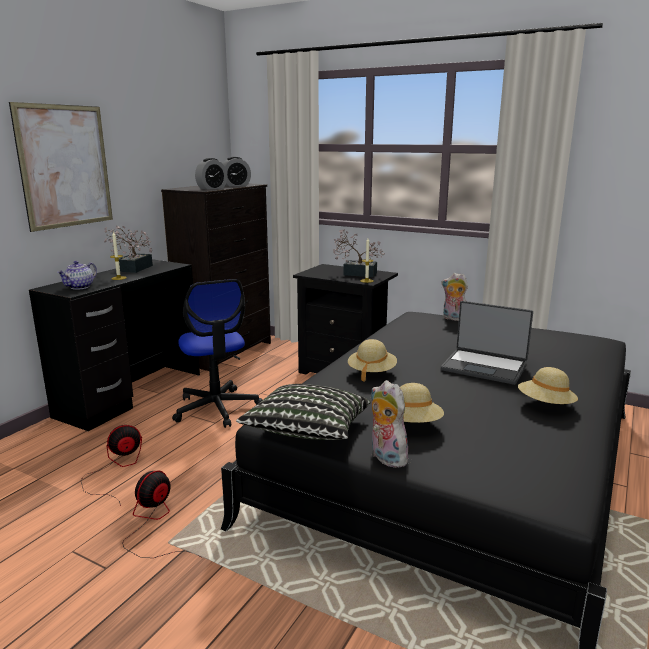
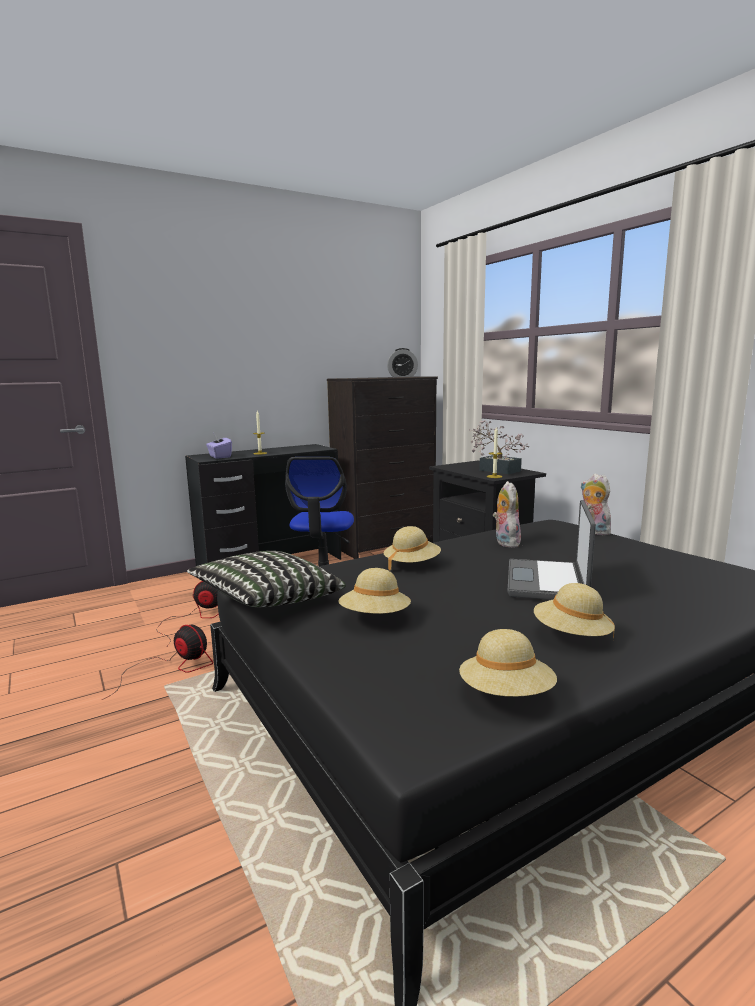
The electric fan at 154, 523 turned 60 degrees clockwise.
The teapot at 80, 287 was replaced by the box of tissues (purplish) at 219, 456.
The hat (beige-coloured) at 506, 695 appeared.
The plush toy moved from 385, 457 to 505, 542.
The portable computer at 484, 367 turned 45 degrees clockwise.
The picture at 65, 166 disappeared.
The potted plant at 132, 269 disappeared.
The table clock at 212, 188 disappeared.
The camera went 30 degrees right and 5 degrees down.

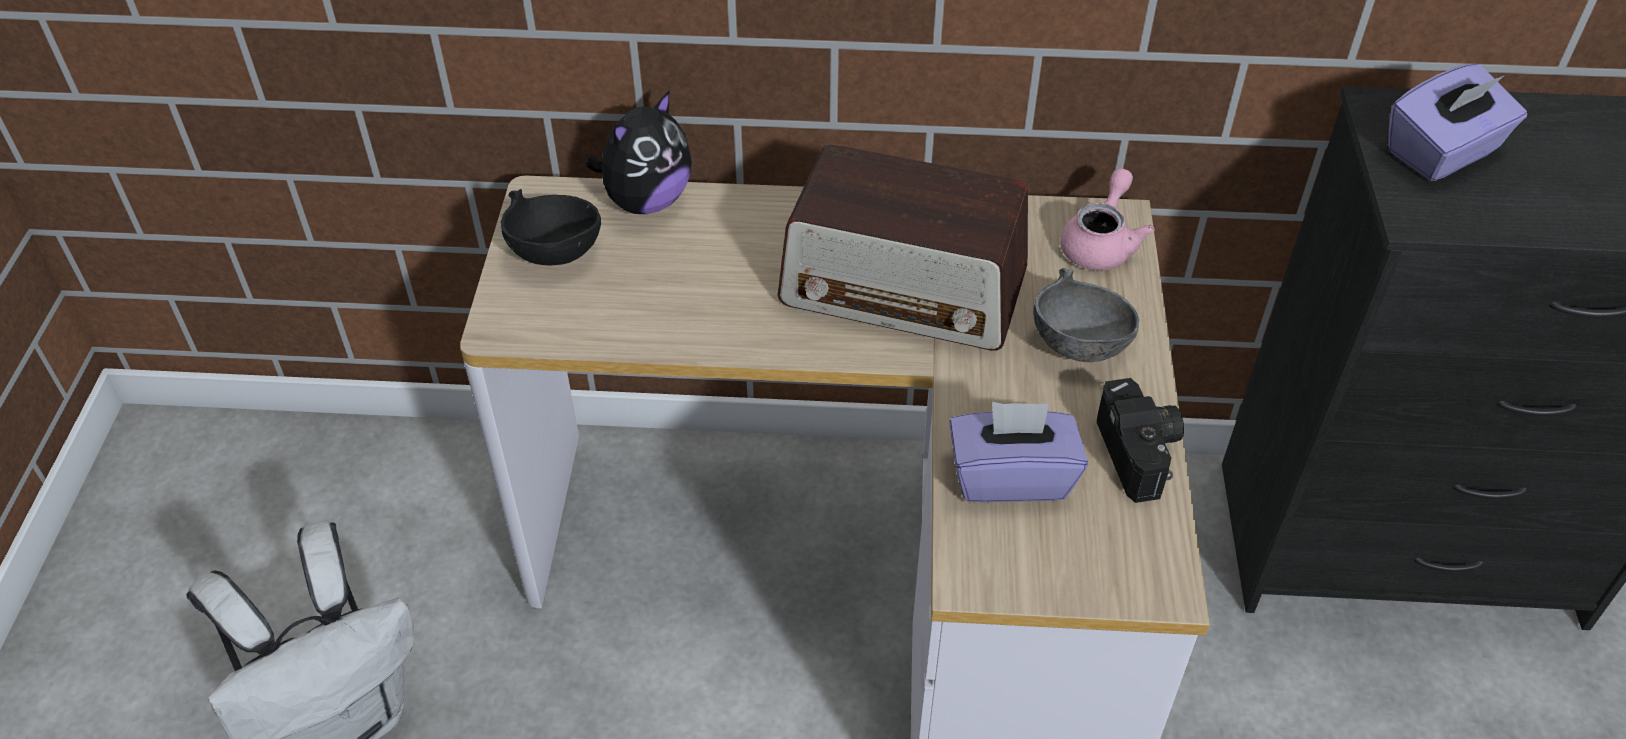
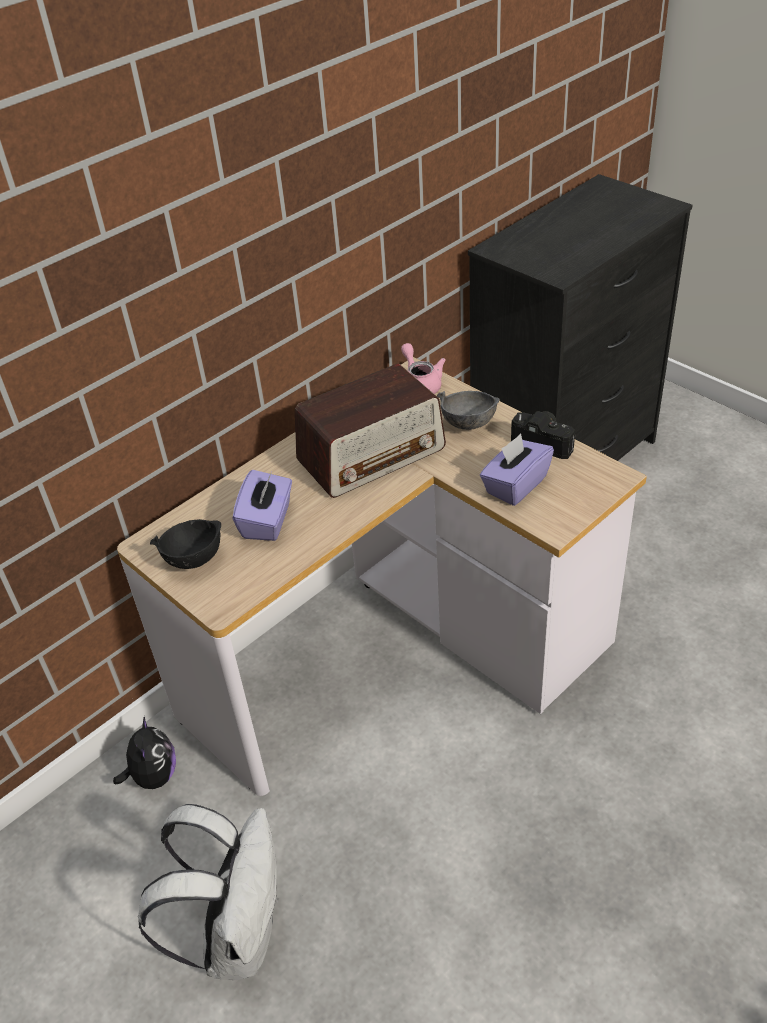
The plush toy moved from 646, 200 to 153, 776.
The box of tissues (purplish) moved from 1443, 152 to 267, 521.
The camera went 45 degrees left and 5 degrees down.

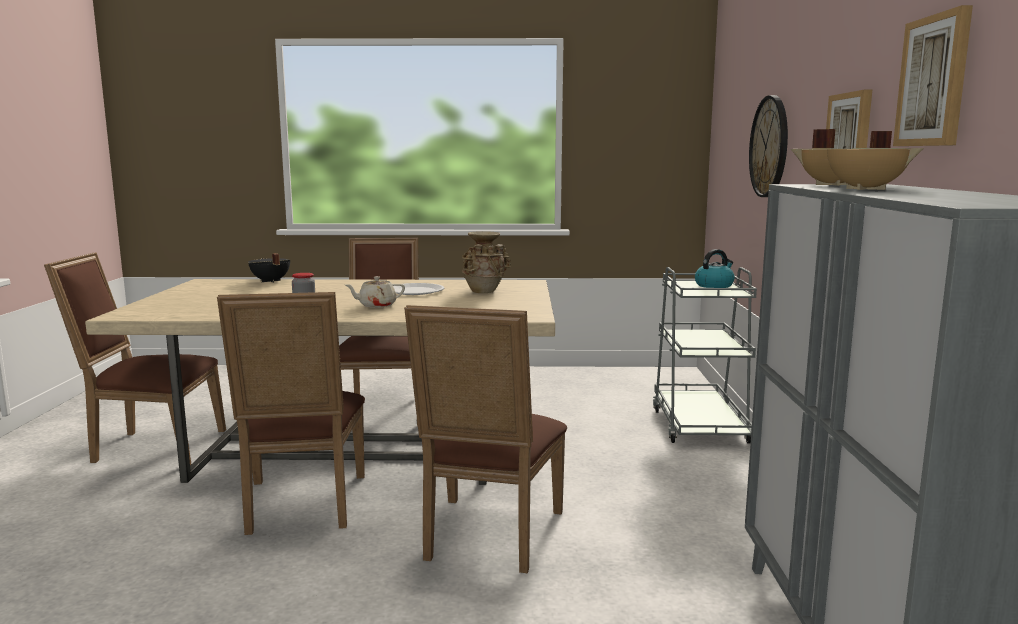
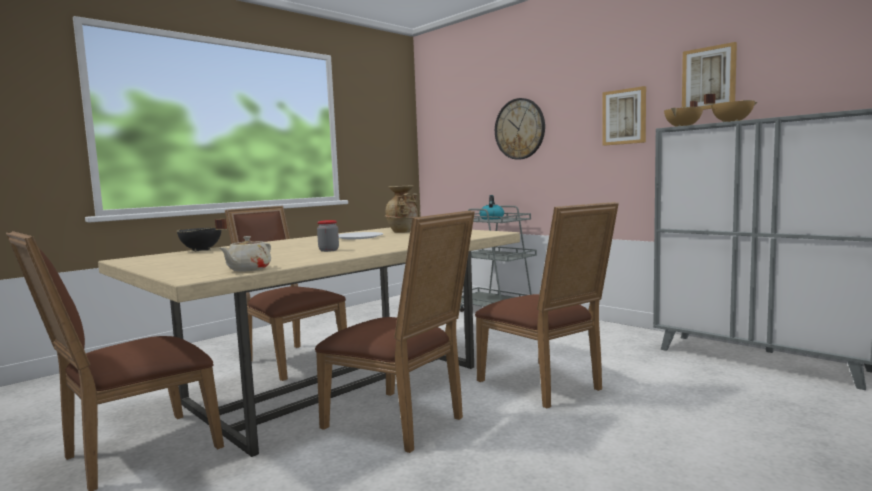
The teapot (beige-coloured) moved from 376, 305 to 248, 269.
The camera went 45 degrees left and 5 degrees down.

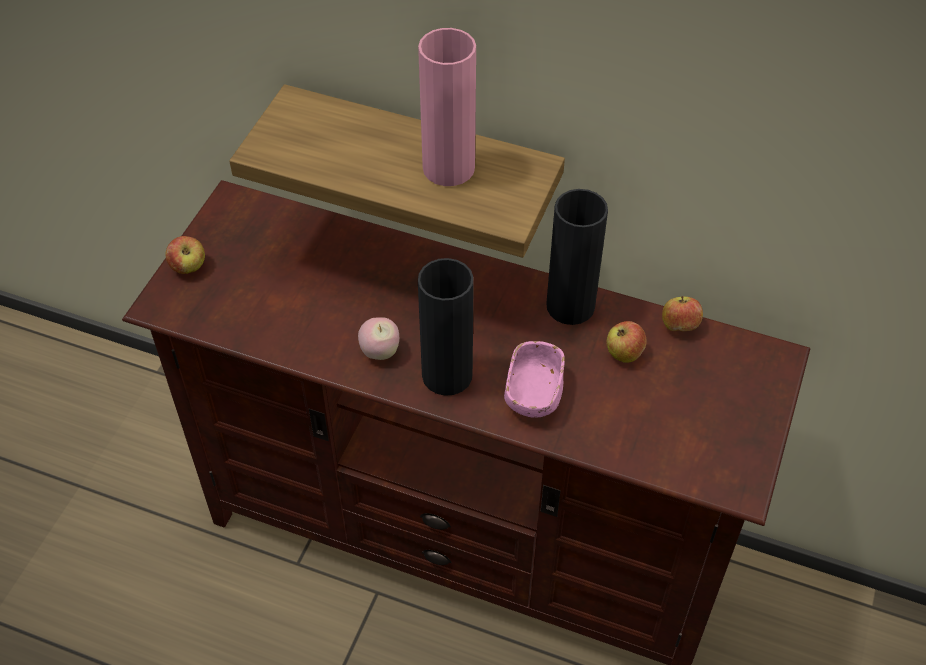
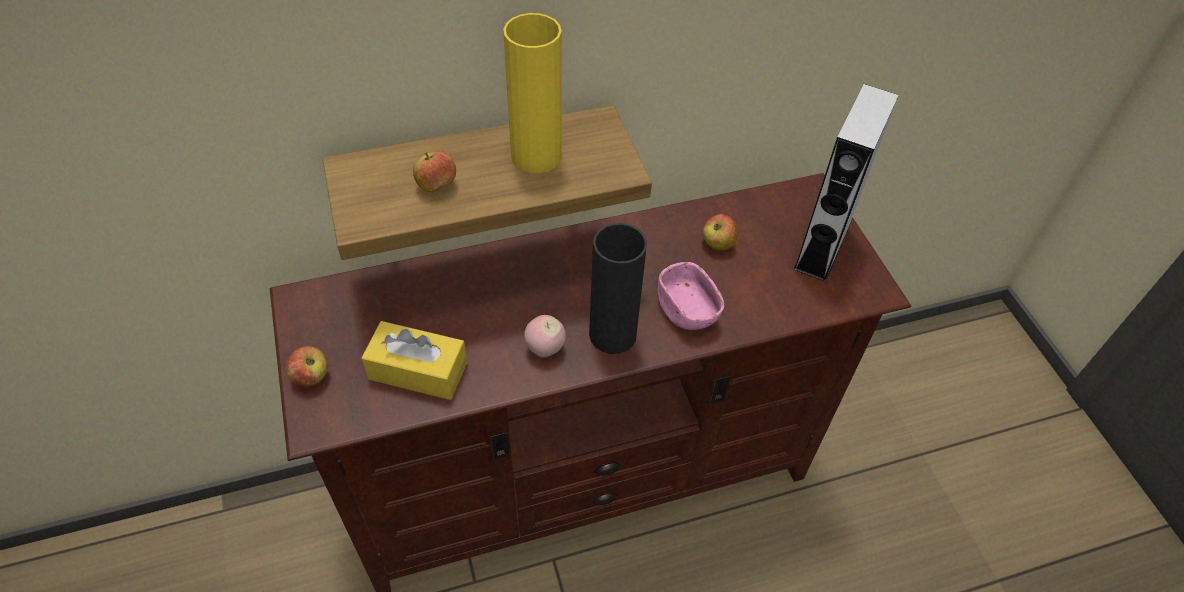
The box of tissues (yellow-coloured) at 418, 371 appeared.
The whole apple moved from 679, 326 to 436, 185.
The vase (pink) at 448, 168 became the vase (yellow-coloured) at 536, 156.
The audio speaker (greyish) at 821, 247 appeared.
The vase (black-coloured) at 570, 306 disappeared.
The camera went 40 degrees left and 0 degrees up.

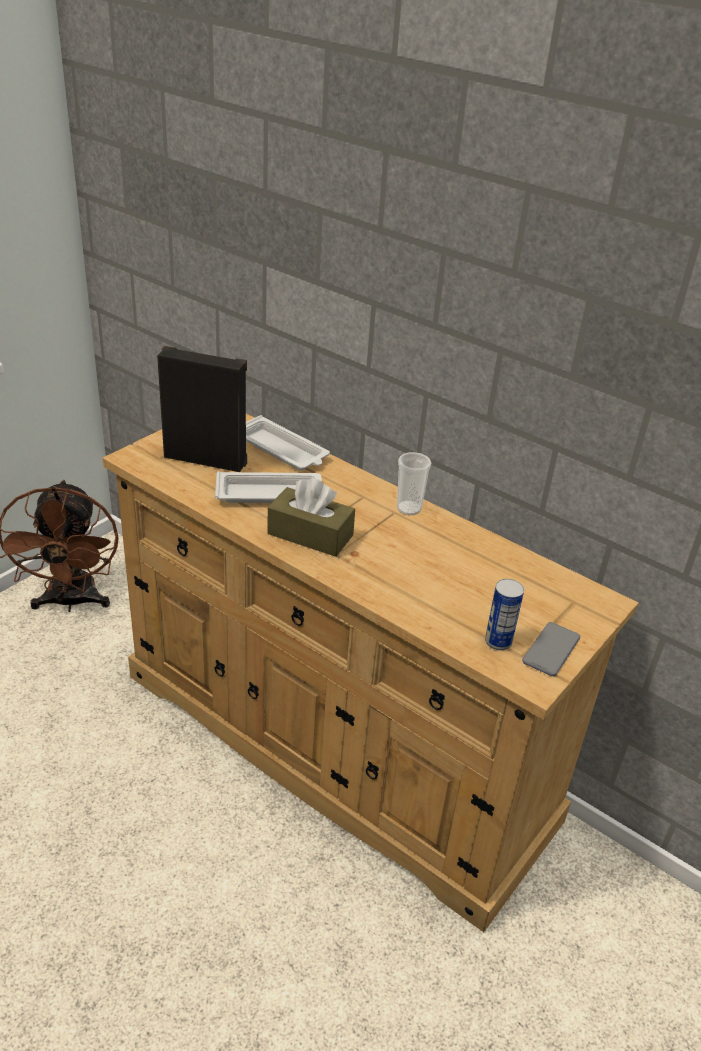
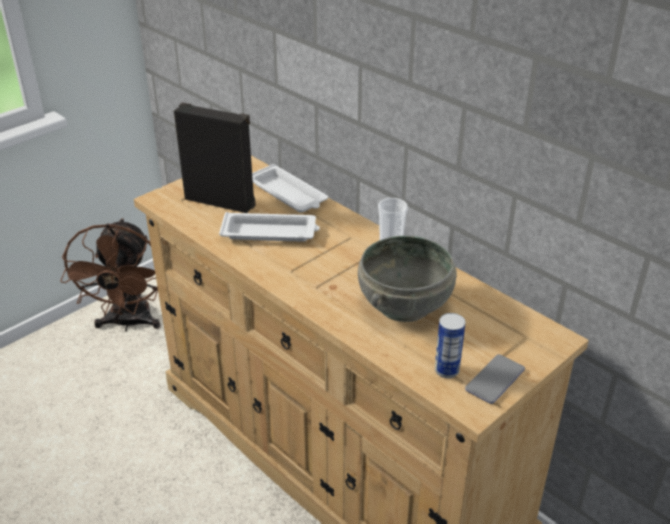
The serving bowl (greyish) at 405, 305 appeared.
The box of tissues (brownish) at 310, 534 disappeared.
The camera went 10 degrees right and 0 degrees up.

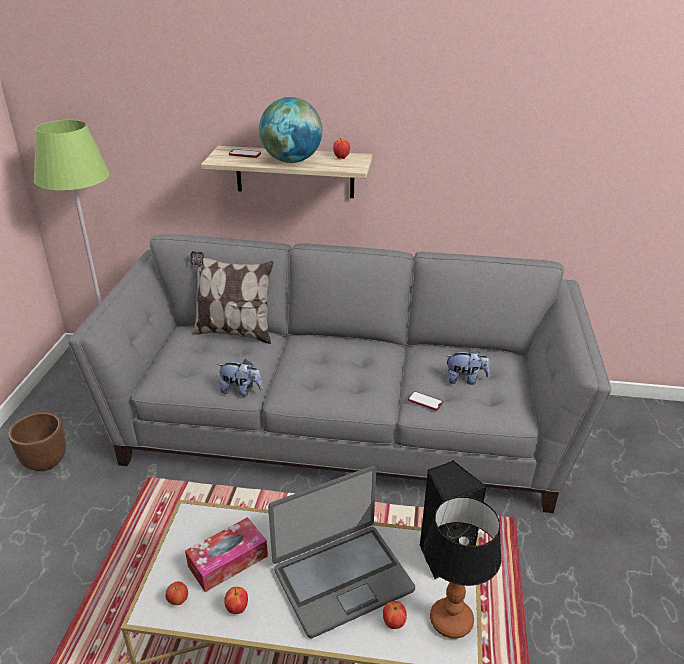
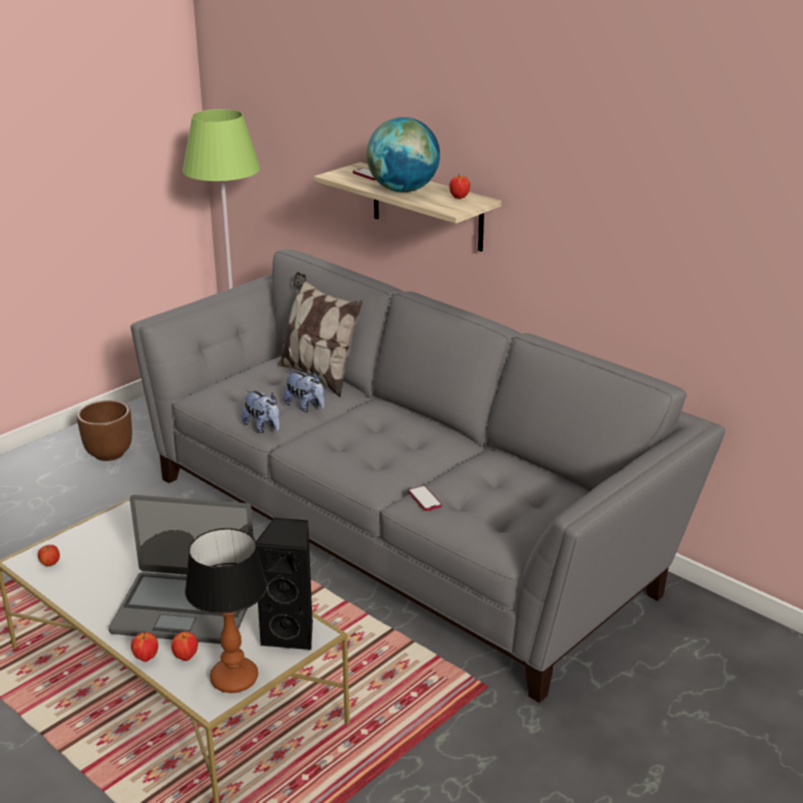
The whole apple moved from 237, 609 to 146, 658.
The plush toy moved from 465, 379 to 305, 406.
The box of tissues at 228, 561 disappeared.
The camera went 35 degrees right and 5 degrees down.

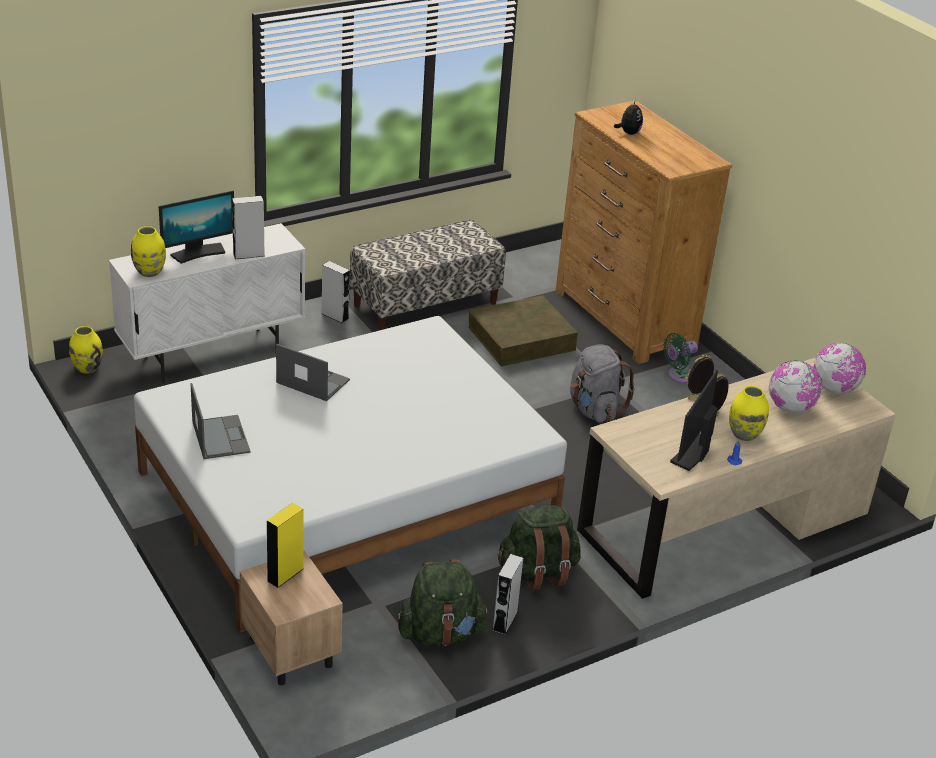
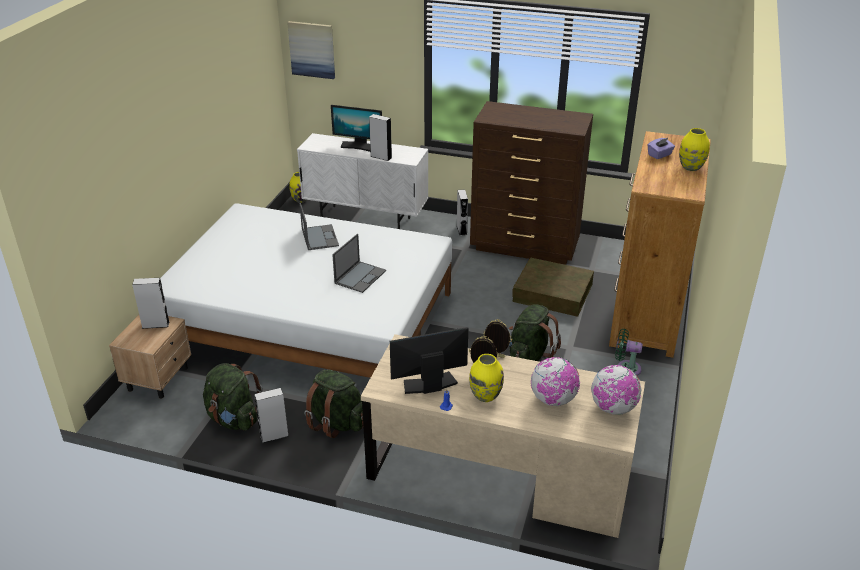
The audio speaker (yellow-coloured) at 285, 574 became the audio speaker (greyish) at 155, 324.
The picture at 312, 49 appeared.
The portable computer moved from 220, 437 to 360, 276.
The indoor bench at 425, 304 was replaced by the chest of drawers (brownish) at 525, 247.
The knapsack (greyish) at 594, 410 became the knapsack (green) at 529, 356.
The plush toy at 628, 133 was replaced by the box of tissues (purplish) at 659, 155.
The vase (yellow-coloured) moved from 150, 272 to 691, 167.
The camera went 50 degrees right and 0 degrees up.

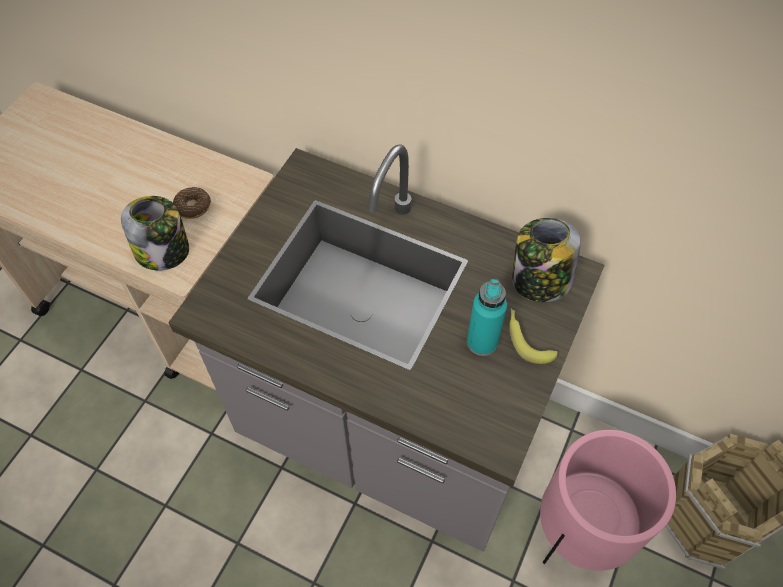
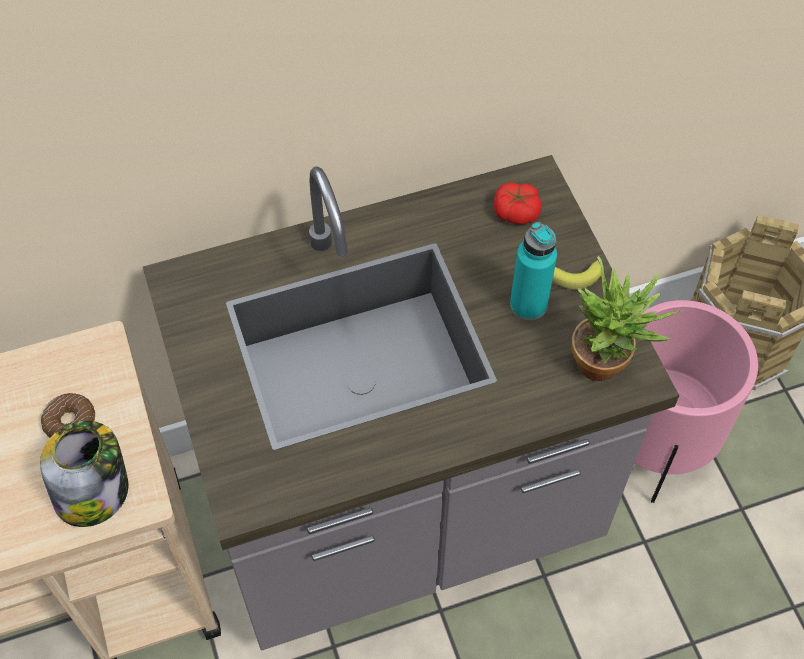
The preserve jar at 539, 281 was replaced by the whole tomato at 516, 212.
The potted plant at 608, 364 appeared.
The camera went 45 degrees left and 0 degrees up.

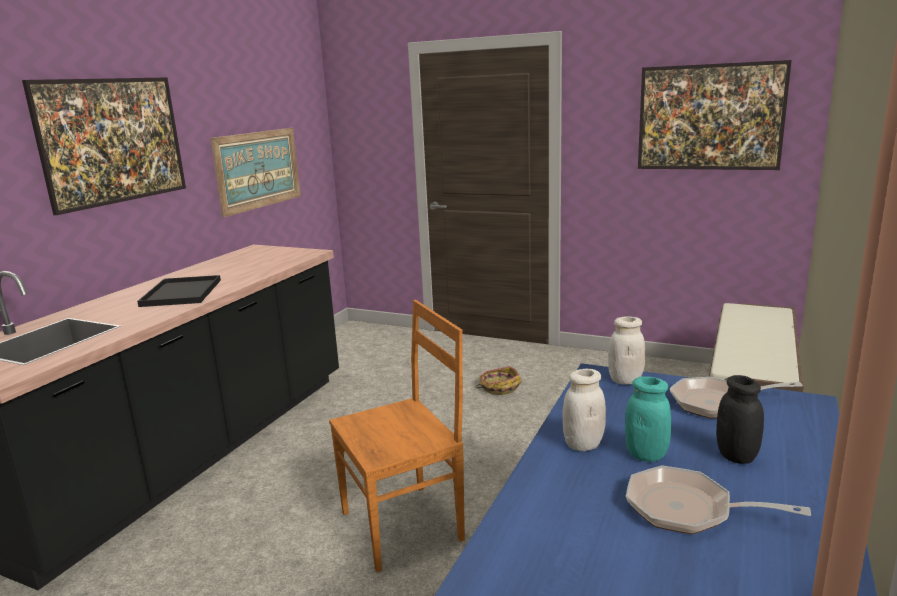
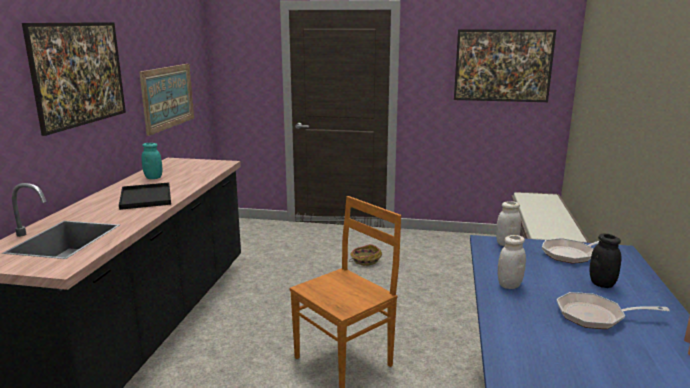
The preserve jar (blue-green) moved from 646, 455 to 153, 178.
The camera went 15 degrees left and 0 degrees up.

